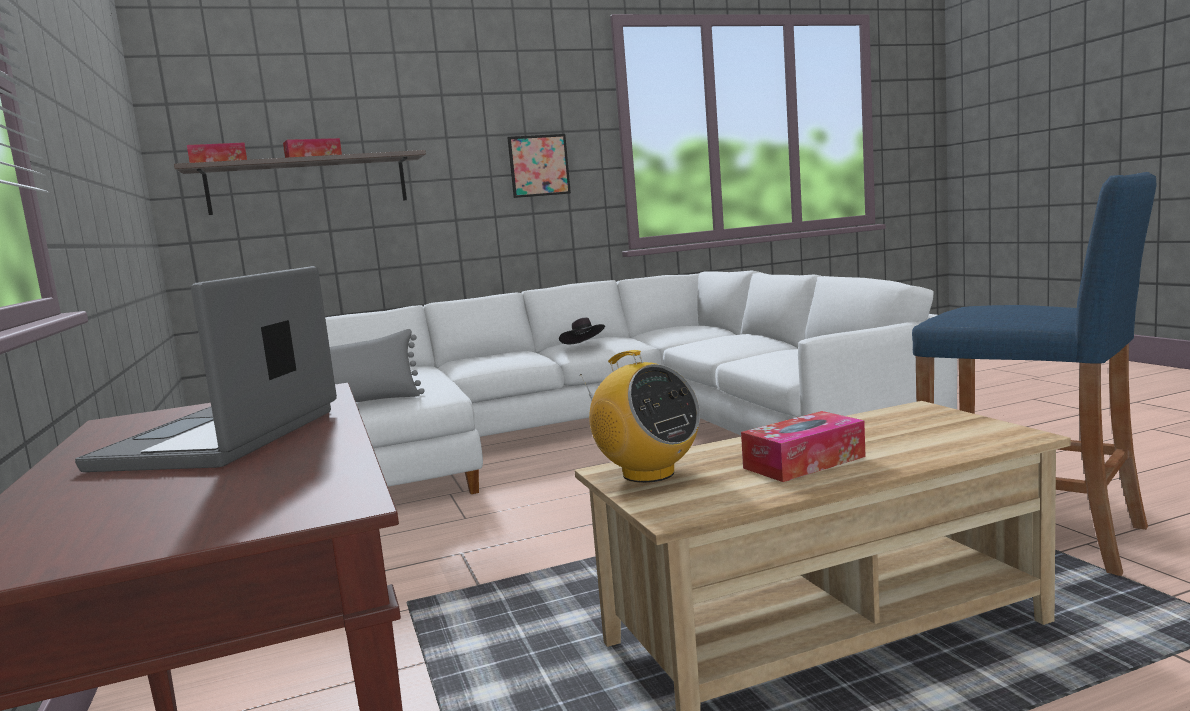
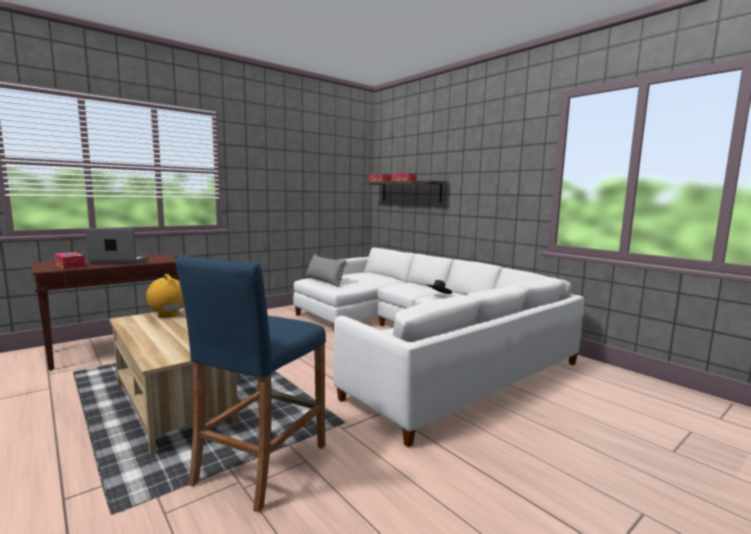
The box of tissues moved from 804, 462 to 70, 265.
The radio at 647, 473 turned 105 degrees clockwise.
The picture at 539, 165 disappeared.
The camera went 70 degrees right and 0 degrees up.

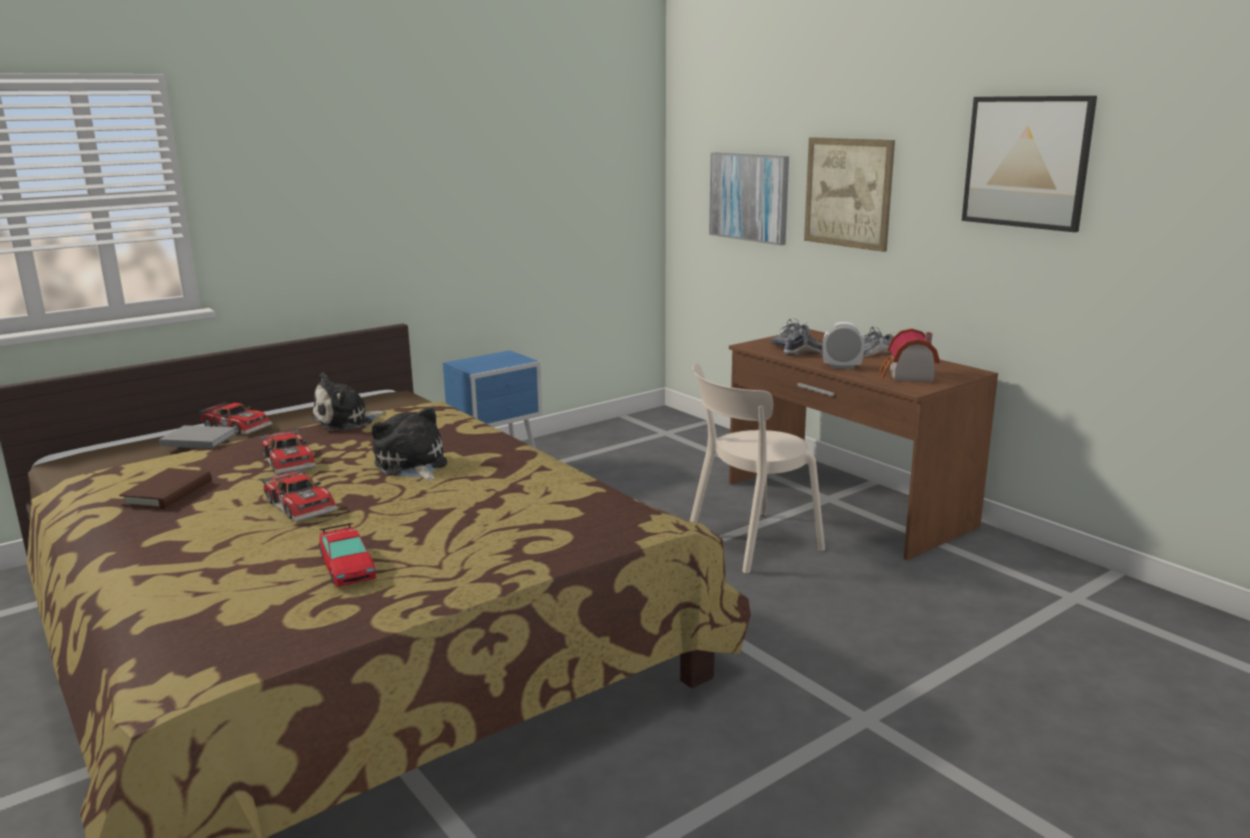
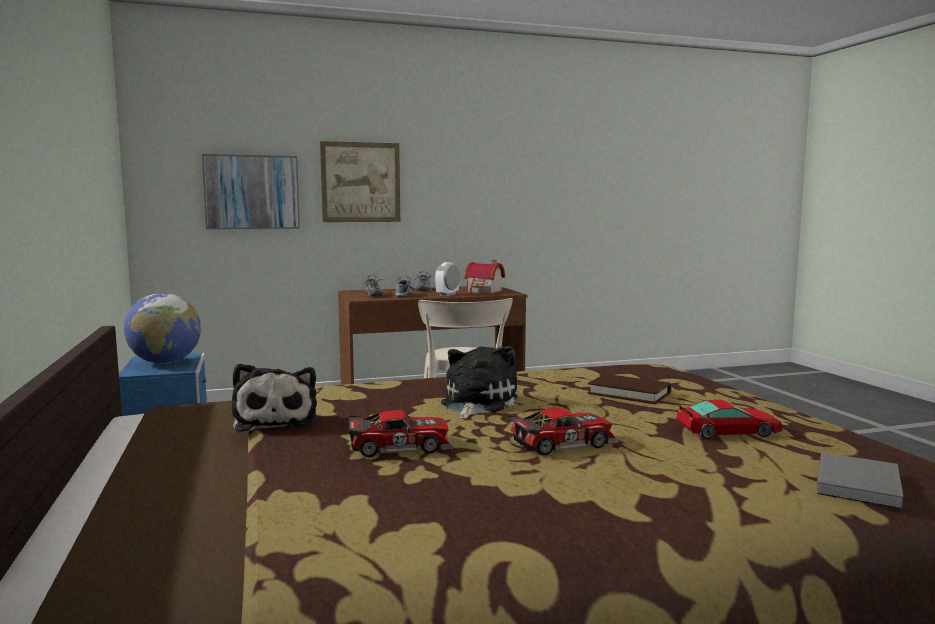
The desk globe at 165, 363 appeared.
The plush toy at 412, 465 turned 120 degrees clockwise.
The volume (brownish) moved from 168, 493 to 629, 393.
The volume (greyish) moved from 197, 439 to 856, 484.
The toy car at 238, 426 disappeared.
The picture at 1026, 162 disappeared.
The camera went 70 degrees left and 10 degrees down.

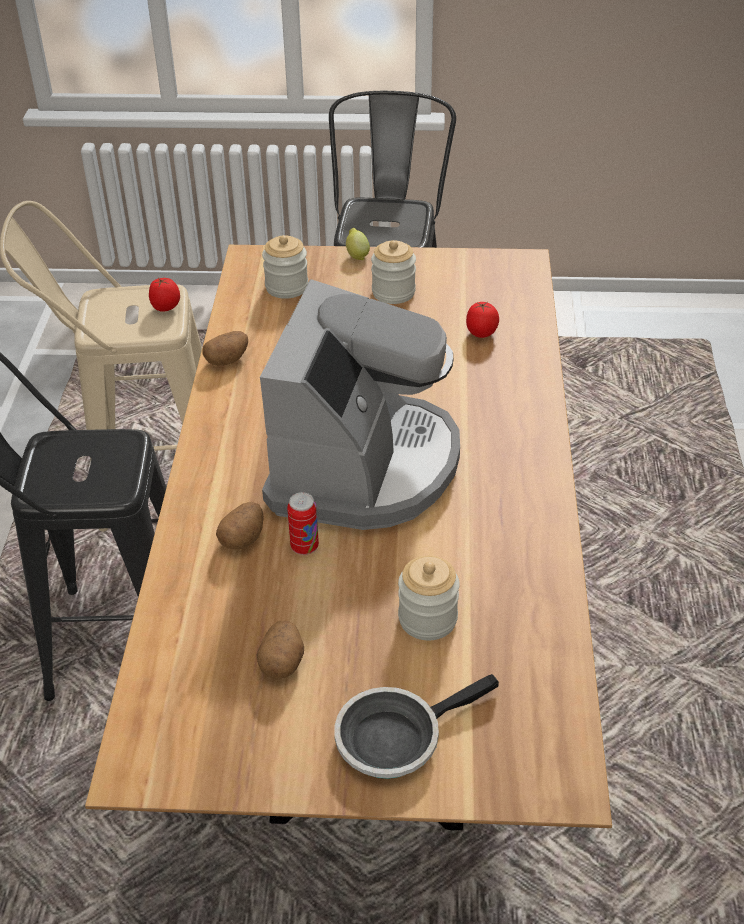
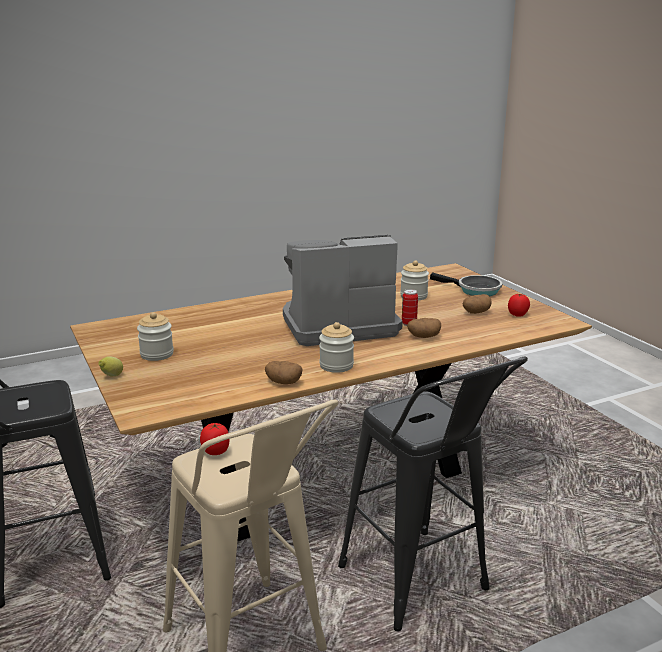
The preserve jar moved from 286, 287 to 336, 365.
The whole tomato moved from 481, 334 to 518, 315.
The camera went 120 degrees left and 20 degrees down.

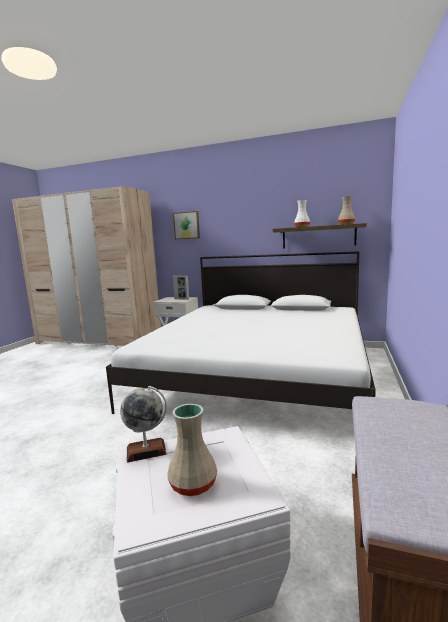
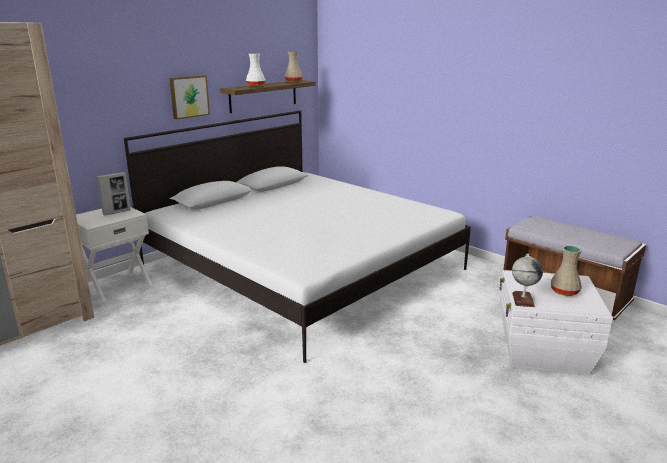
The picture moved from 187, 225 to 189, 96.
The camera went 65 degrees left and 10 degrees up.

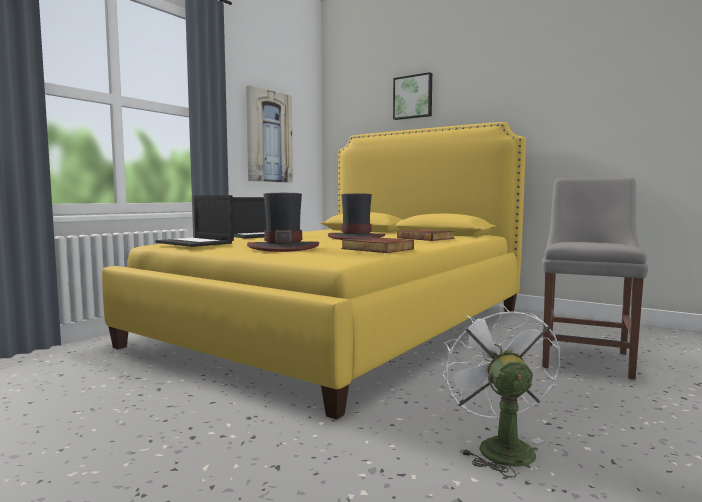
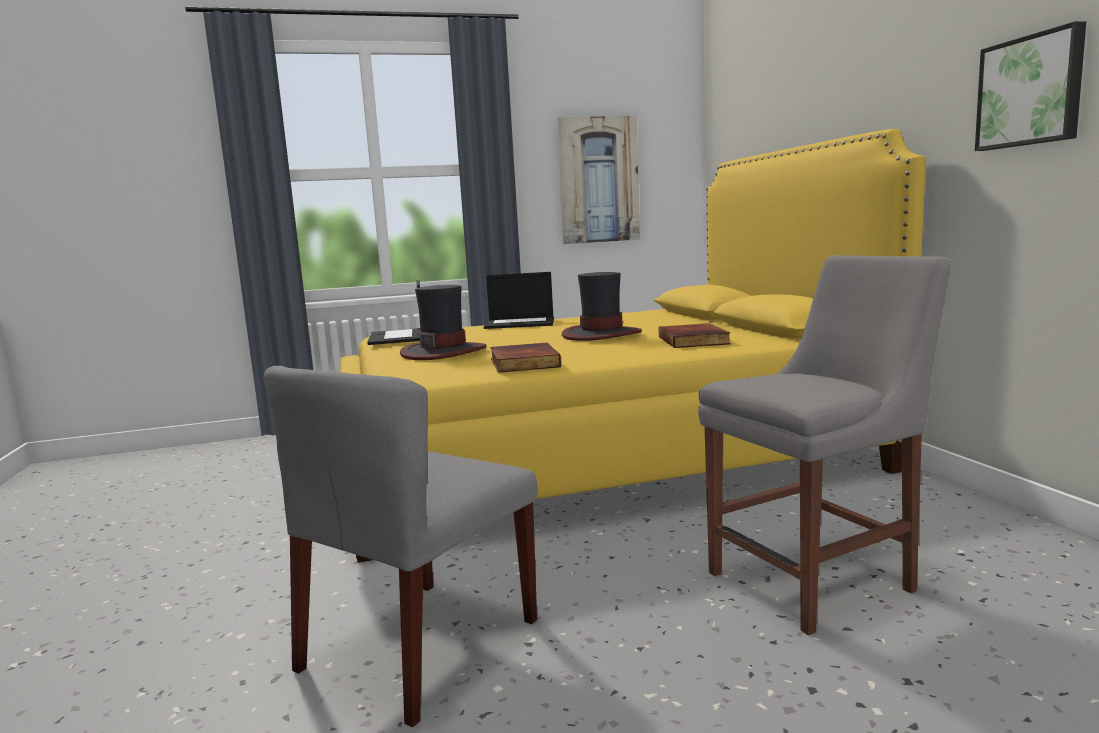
The electric fan (whitish) at 499, 446 was replaced by the plain chair (greyish) at 419, 645.
The picture moved from 413, 97 to 1031, 91.
The camera went 40 degrees right and 5 degrees up.

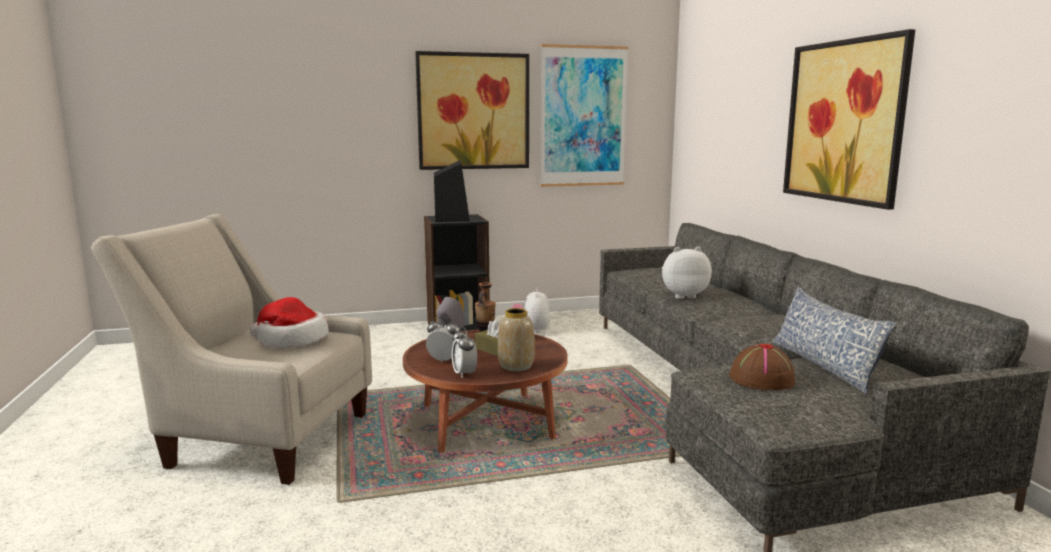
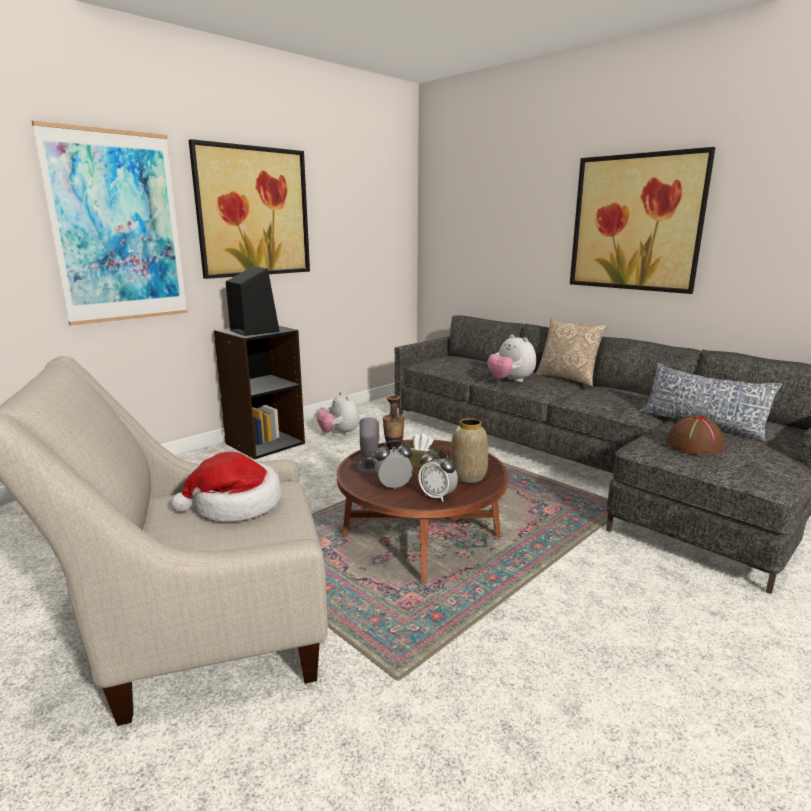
The picture moved from 583, 117 to 118, 228.
The plush toy at 683, 296 turned 90 degrees counterclockwise.
The throw pillow at 568, 378 appeared.
The camera went 30 degrees left and 5 degrees up.

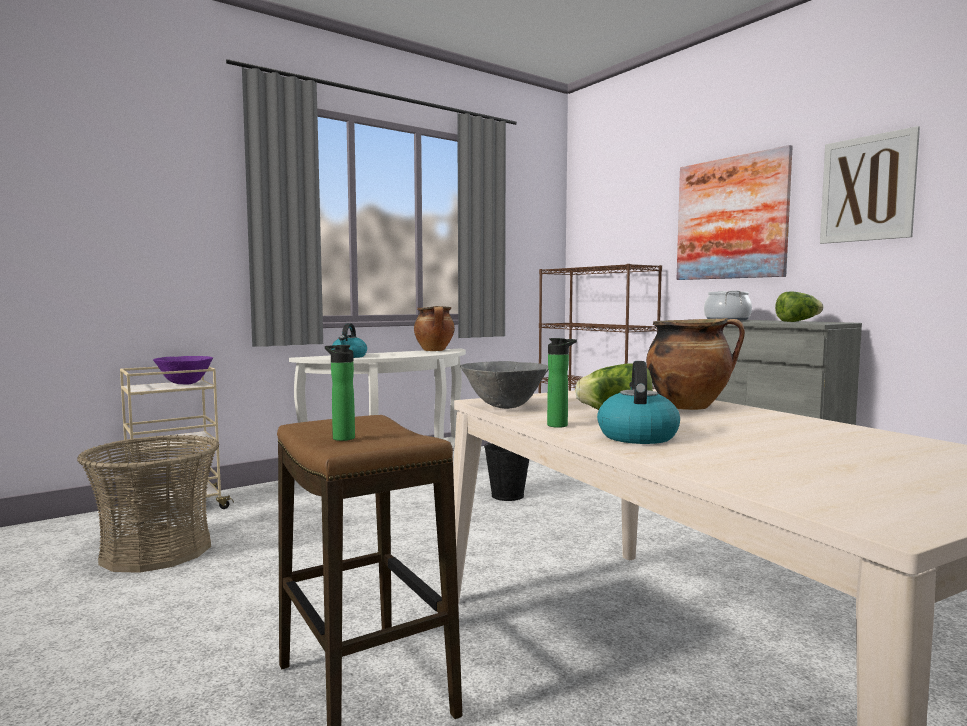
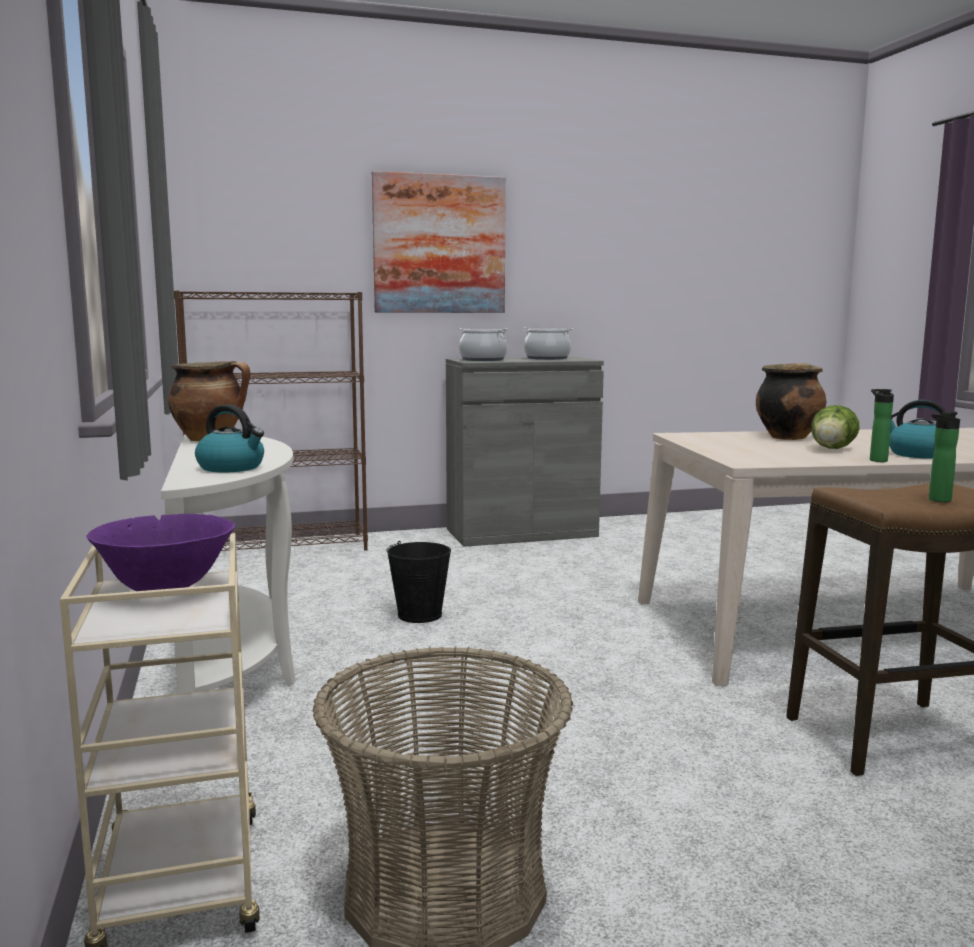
The lettuce at 797, 321 was replaced by the cooking pot at 547, 358.
The serving bowl (greyish) at 505, 407 disappeared.
The picture at 867, 188 disappeared.
The camera went 70 degrees left and 5 degrees up.

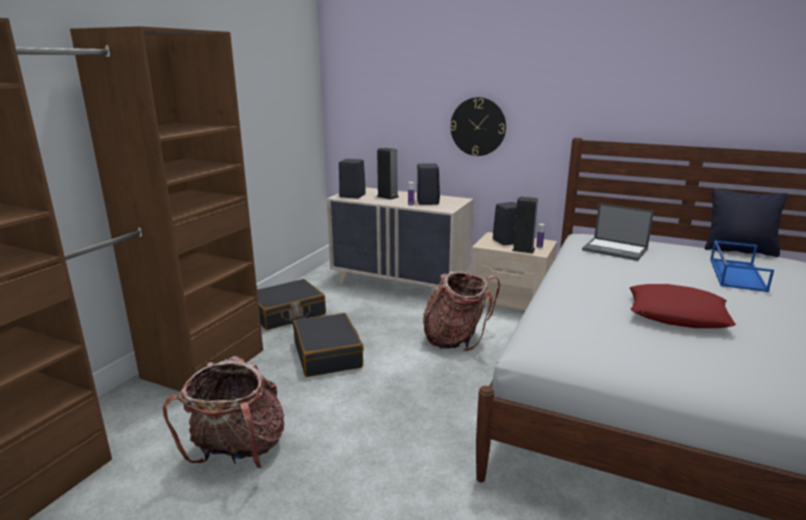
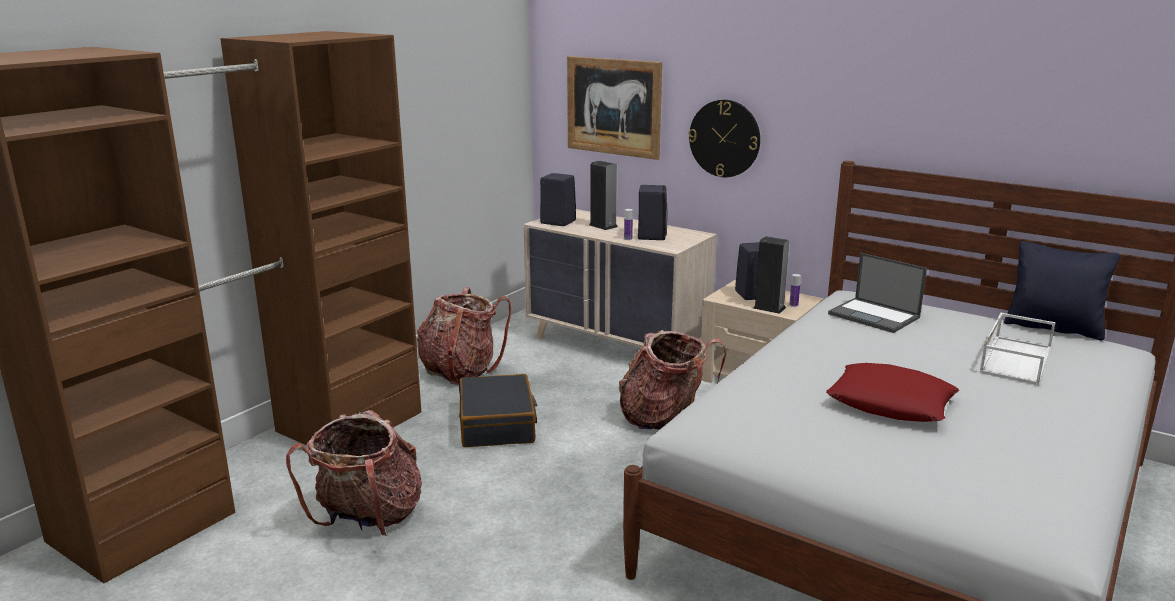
The travel case (black-coloured) at 287, 314 was replaced by the knapsack at 461, 370.
The picture at 613, 106 appeared.
The serving tray (blue-coloured) at 736, 274 became the serving tray (whitish) at 1014, 359.
The camera went 10 degrees right and 0 degrees up.

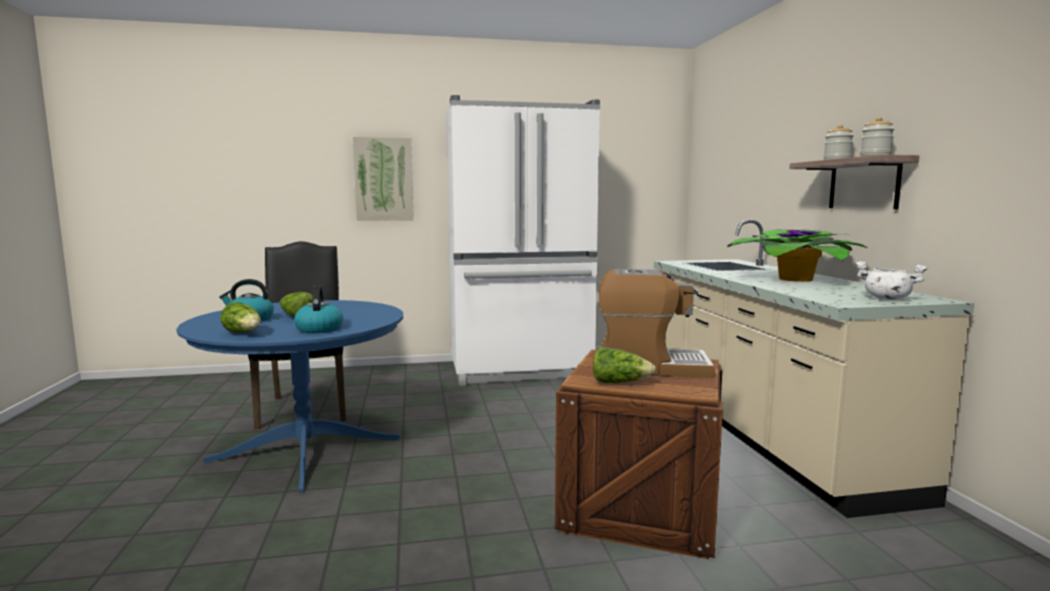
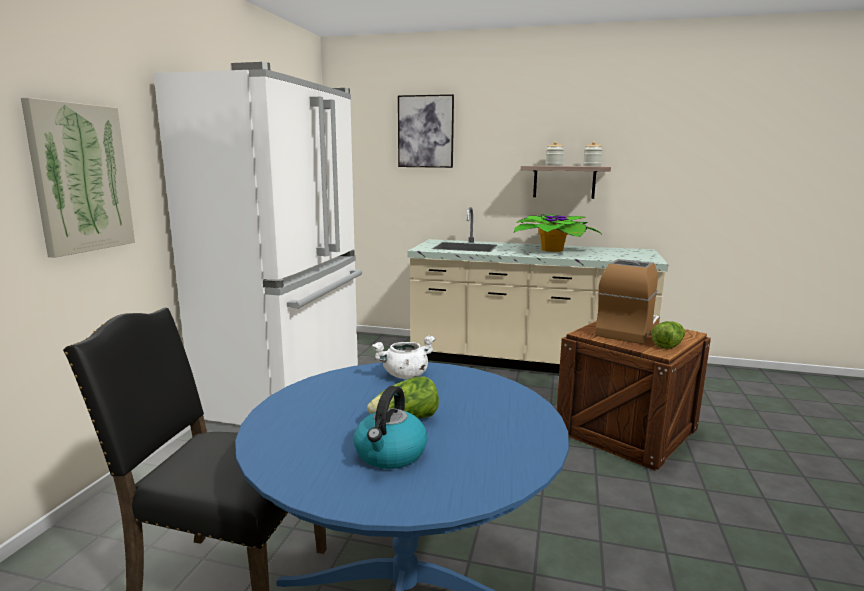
The cooking pot (whitish) moved from 886, 299 to 405, 375.
The picture at 425, 131 appeared.
The lettuce at 244, 333 disappeared.
The tea kettle at 319, 329 disappeared.
The camera went 65 degrees left and 5 degrees up.

